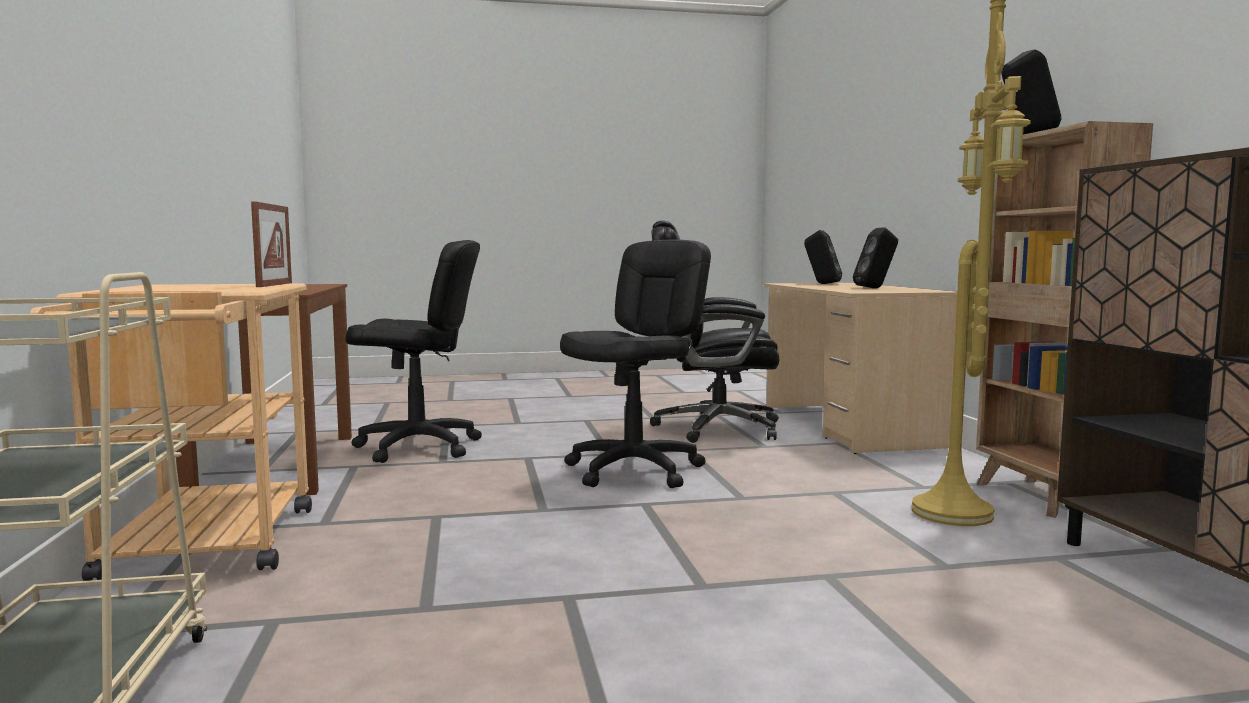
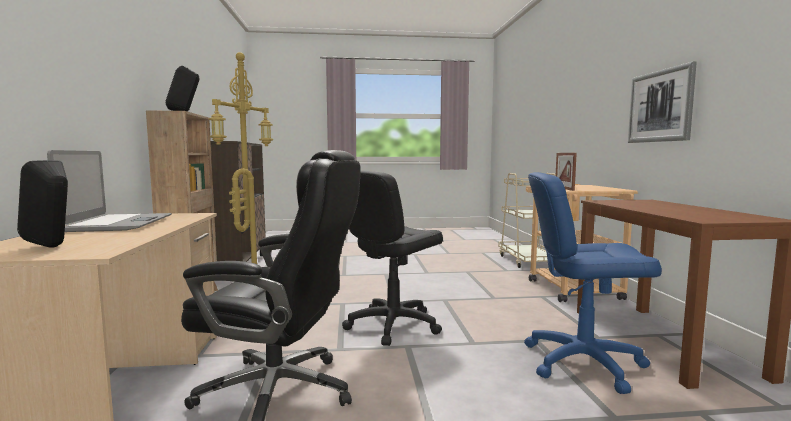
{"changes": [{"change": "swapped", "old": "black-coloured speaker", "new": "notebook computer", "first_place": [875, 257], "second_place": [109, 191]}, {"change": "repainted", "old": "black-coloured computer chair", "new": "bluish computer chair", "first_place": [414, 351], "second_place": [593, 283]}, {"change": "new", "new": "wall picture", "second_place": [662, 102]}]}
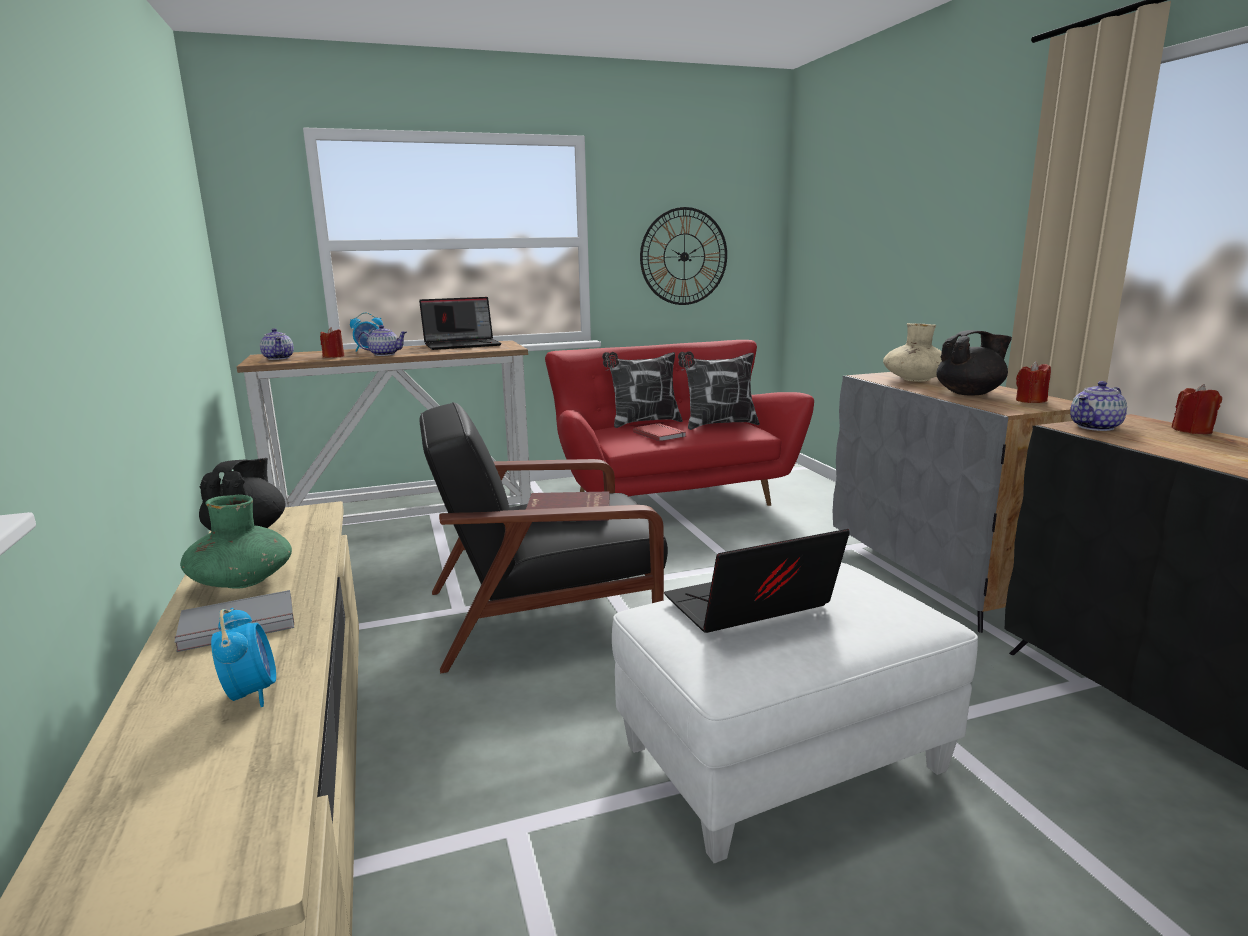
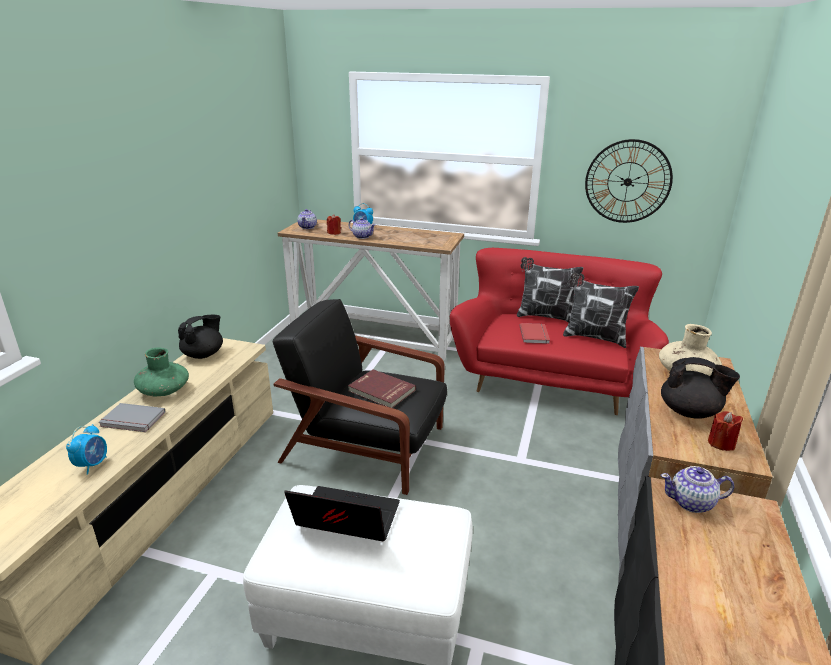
{"changes": [{"change": "gone", "old": "notebook computer", "first_place": [460, 323]}, {"change": "gone", "old": "red-coloured wax light", "first_place": [1196, 409]}]}
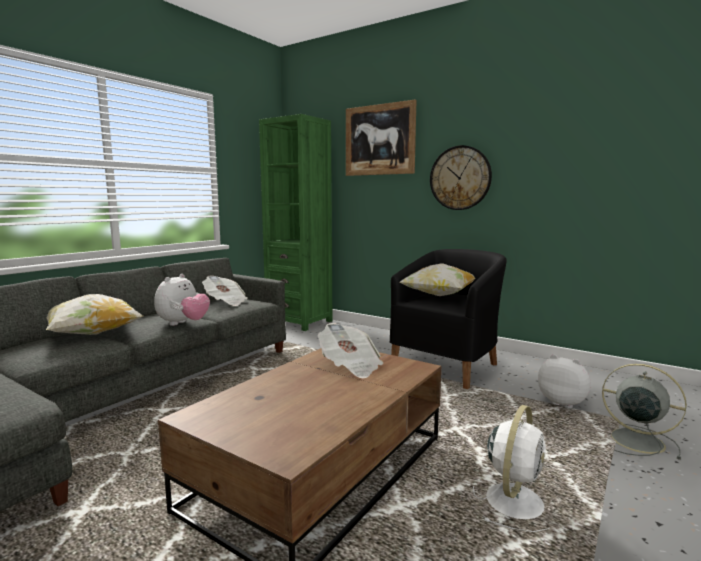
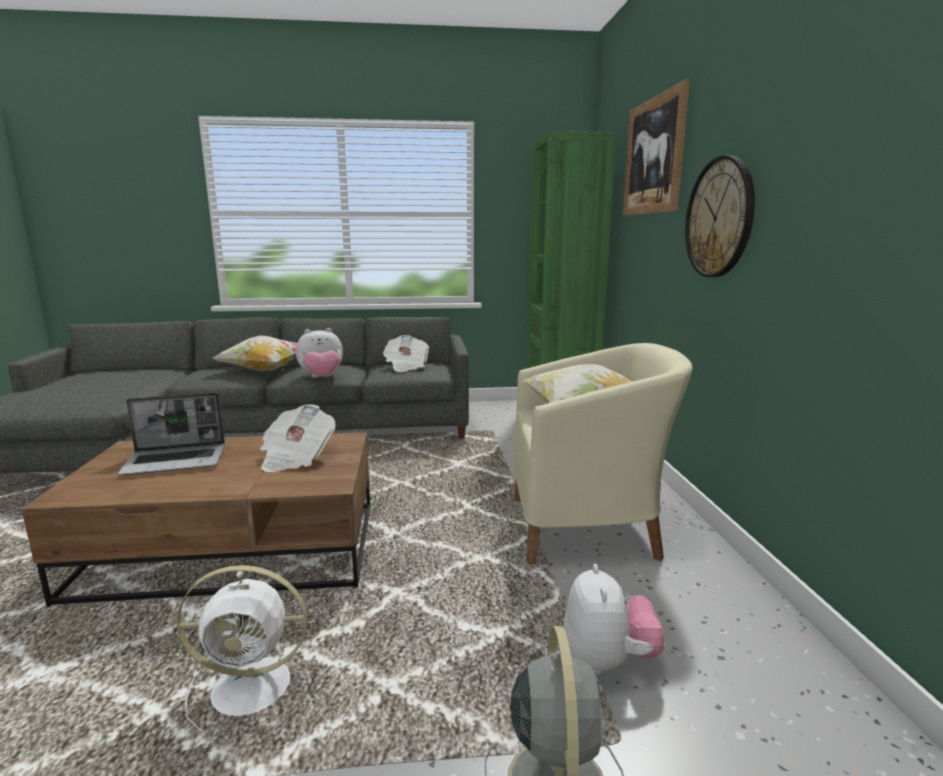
{"changes": [{"change": "repainted", "old": "black-coloured easy chair", "new": "beige easy chair", "first_place": [448, 319], "second_place": [603, 454]}, {"change": "new", "new": "notebook computer", "second_place": [171, 433]}]}
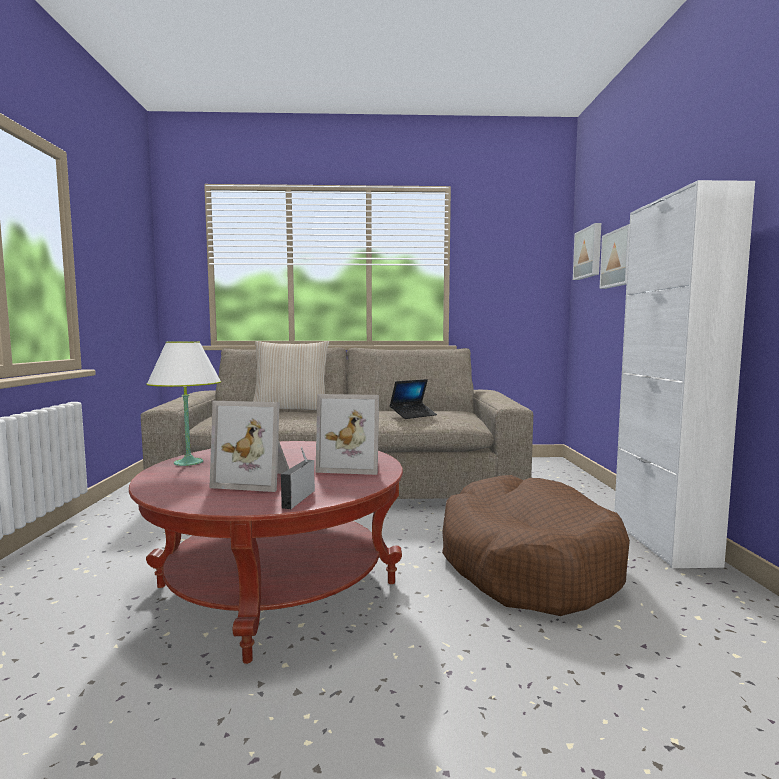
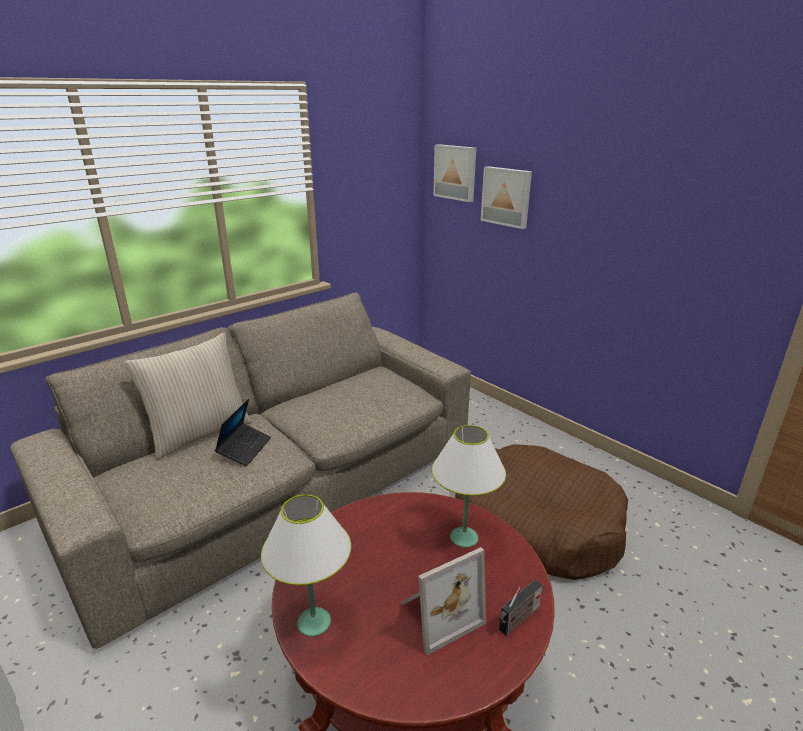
{"changes": [{"change": "gone", "old": "white-coloured cupboard", "first_place": [684, 374]}, {"change": "shifted", "old": "notebook computer", "first_place": [413, 399], "second_place": [243, 432]}, {"change": "swapped", "old": "standing frame", "new": "white-coloured table lamp", "first_place": [347, 434], "second_place": [469, 486]}, {"change": "rotated", "old": "radio set", "first_place": [298, 478], "second_place": [521, 608], "degrees": -105}]}
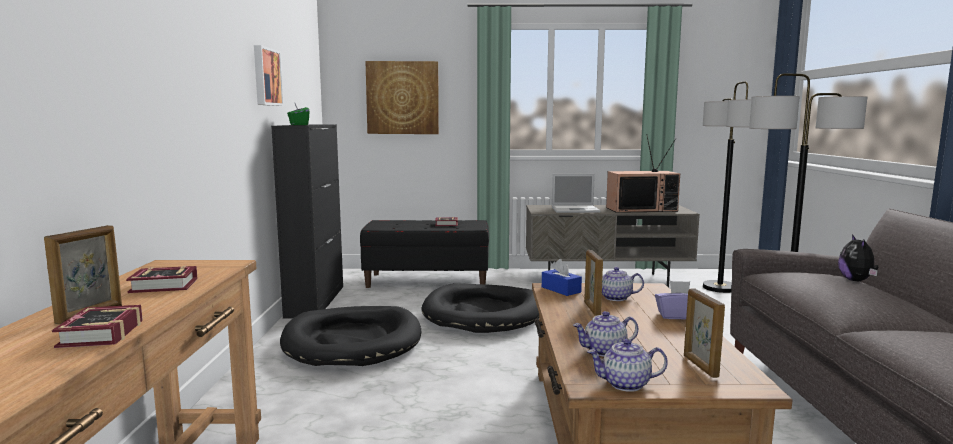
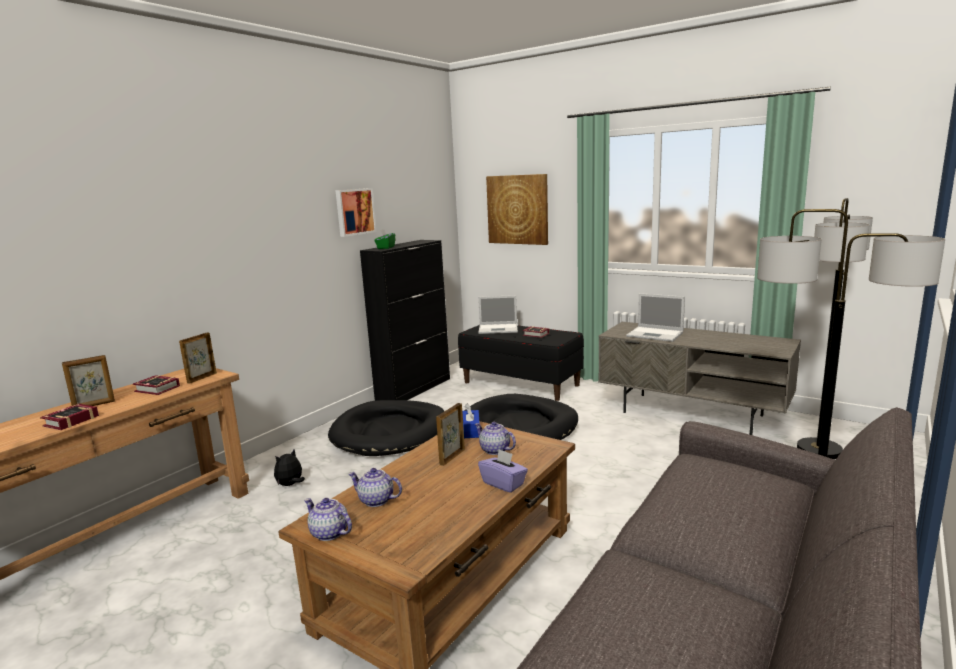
{"changes": [{"change": "gone", "old": "television", "first_place": [643, 173]}, {"change": "shifted", "old": "cuddly toy", "first_place": [858, 257], "second_place": [289, 467]}, {"change": "shifted", "old": "standing frame", "first_place": [704, 333], "second_place": [198, 358]}, {"change": "new", "new": "notebook computer", "second_place": [498, 314]}]}
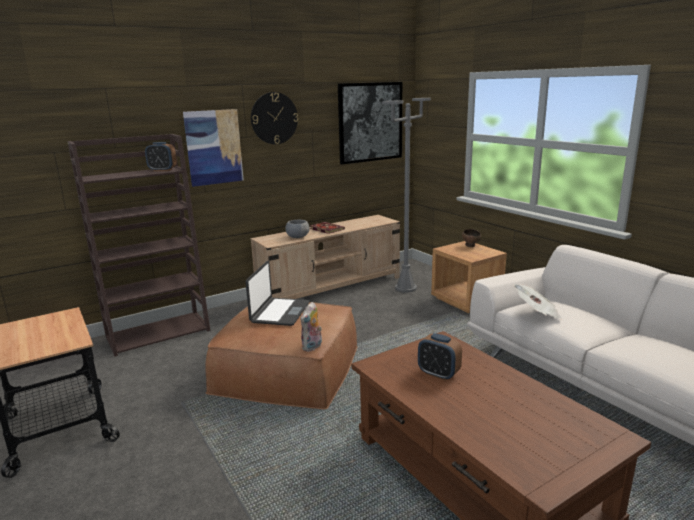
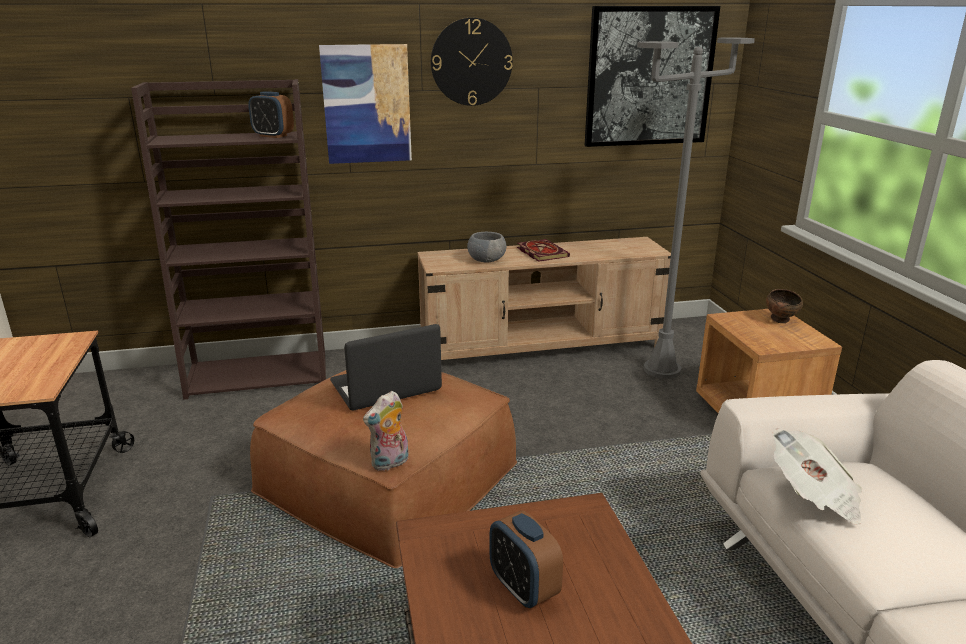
{"changes": [{"change": "rotated", "old": "notebook computer", "first_place": [278, 293], "second_place": [386, 367], "degrees": -150}]}
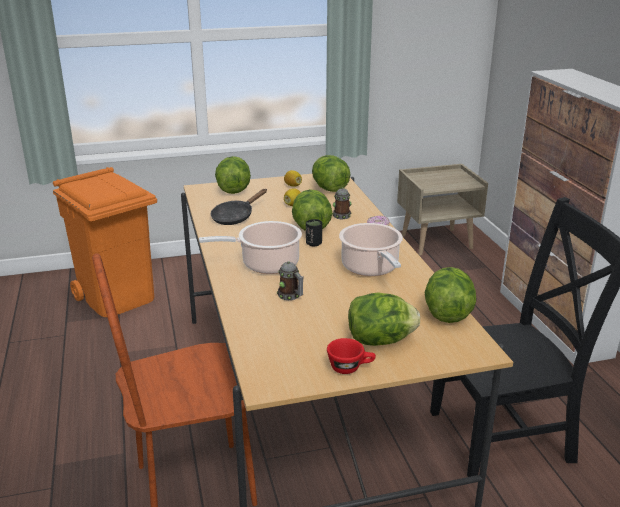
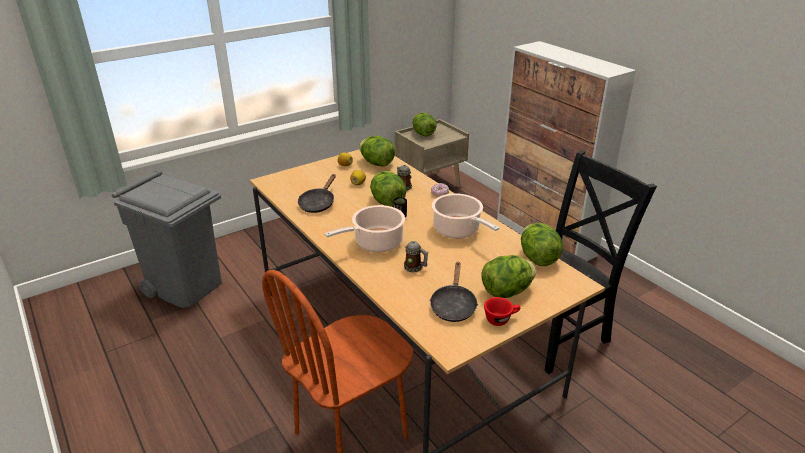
{"changes": [{"change": "shifted", "old": "lettuce", "first_place": [233, 175], "second_place": [425, 124]}, {"change": "repainted", "old": "orange-coloured waste bin", "new": "gray waste bin", "first_place": [105, 242], "second_place": [166, 239]}, {"change": "new", "new": "black-coloured pan", "second_place": [454, 292]}]}
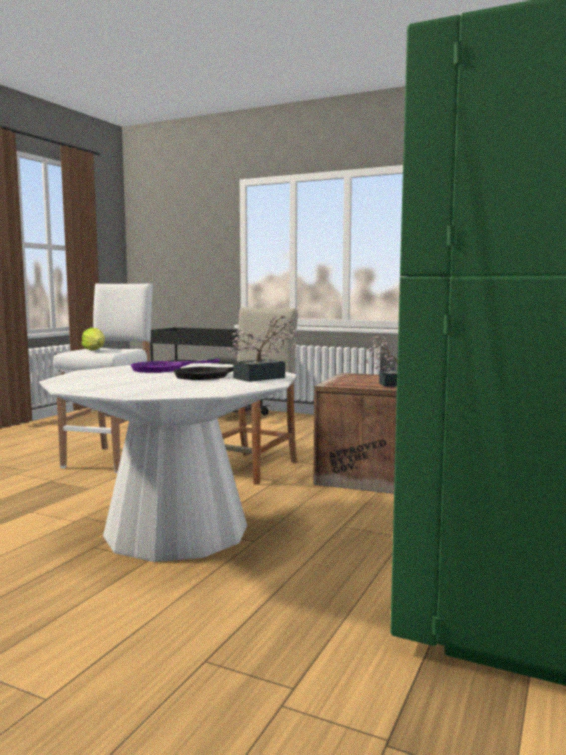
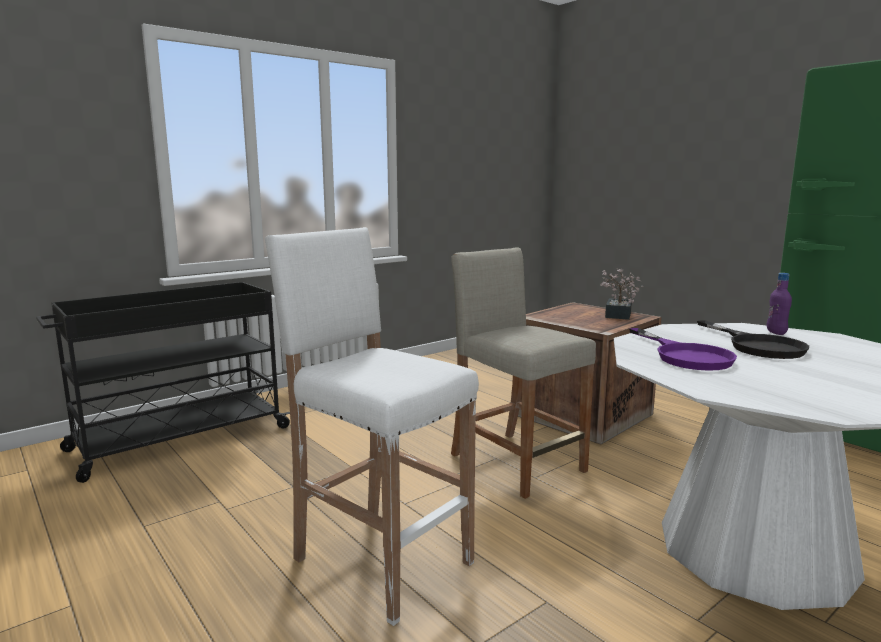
{"changes": [{"change": "swapped", "old": "potted plant", "new": "purplish beverage bottle", "first_place": [262, 348], "second_place": [779, 304]}, {"change": "gone", "old": "lettuce", "first_place": [93, 339]}]}
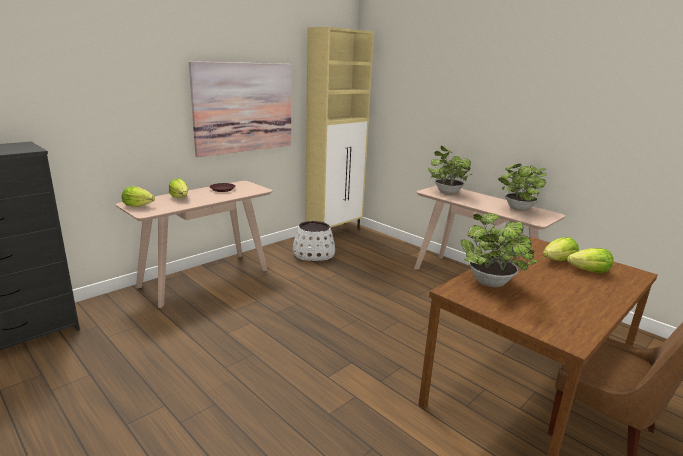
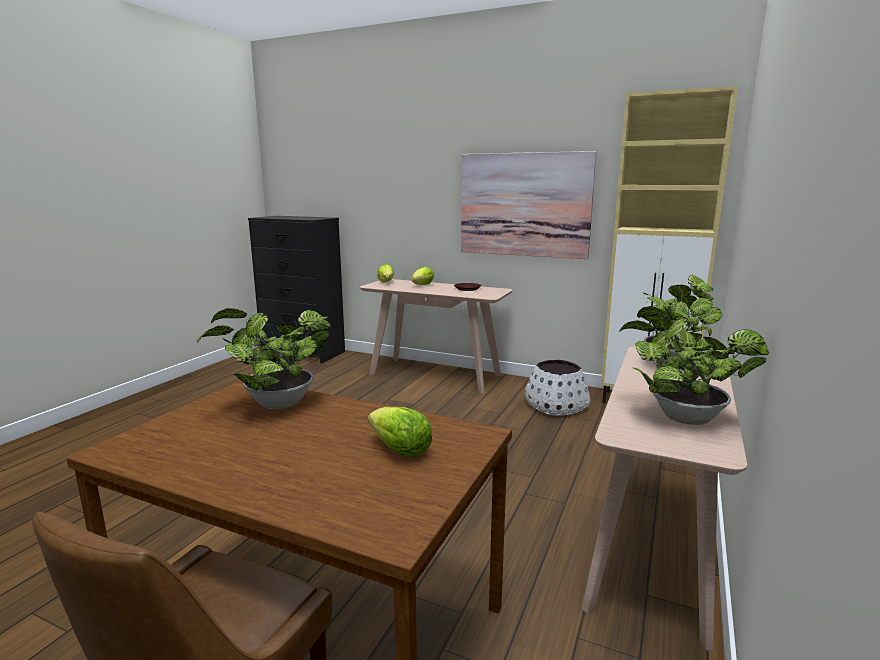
{"changes": [{"change": "gone", "old": "lettuce", "first_place": [590, 260]}]}
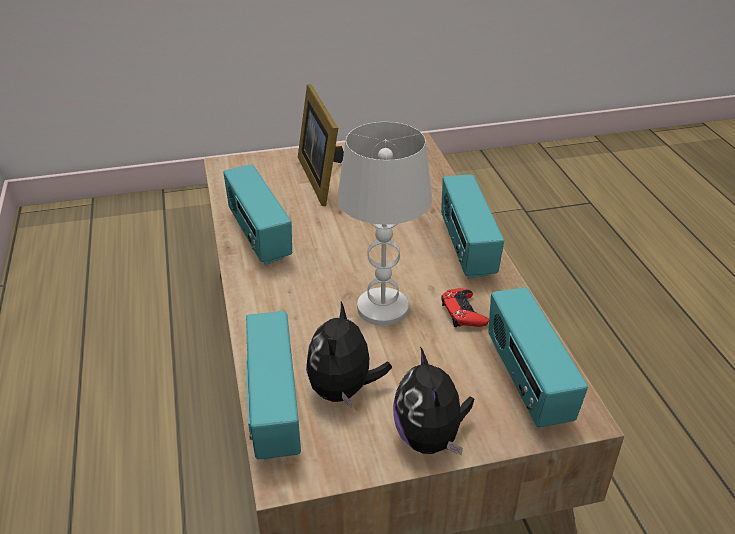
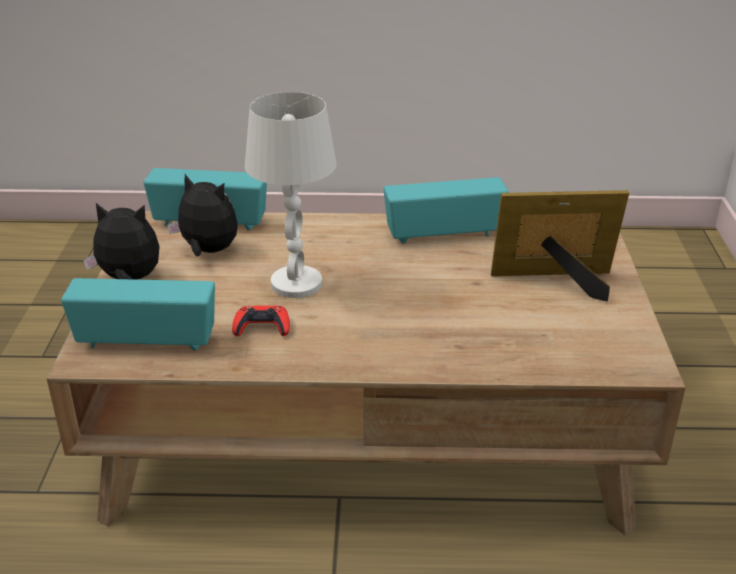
{"changes": [{"change": "gone", "old": "radio set", "first_place": [472, 226]}]}
